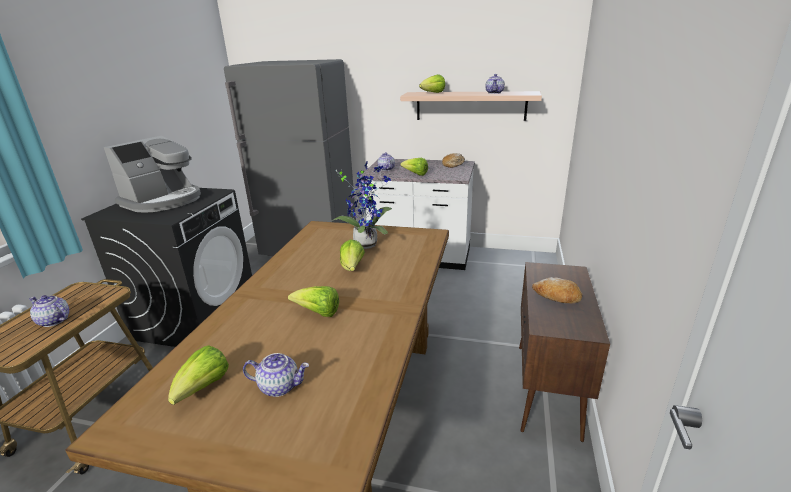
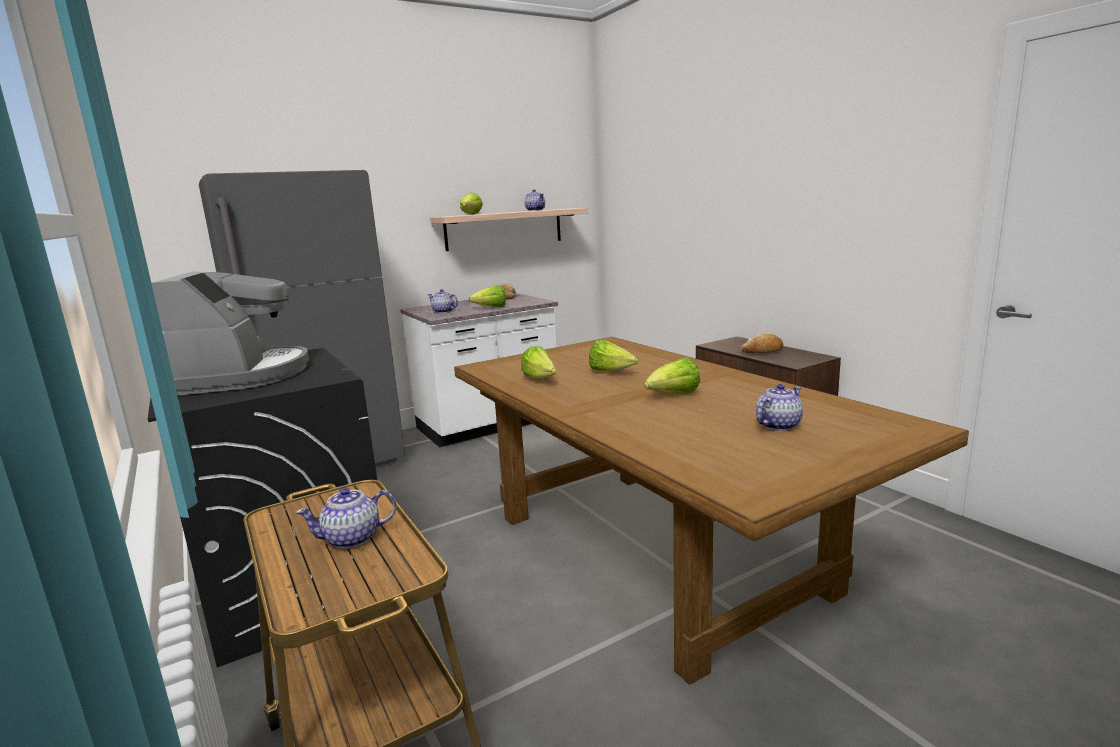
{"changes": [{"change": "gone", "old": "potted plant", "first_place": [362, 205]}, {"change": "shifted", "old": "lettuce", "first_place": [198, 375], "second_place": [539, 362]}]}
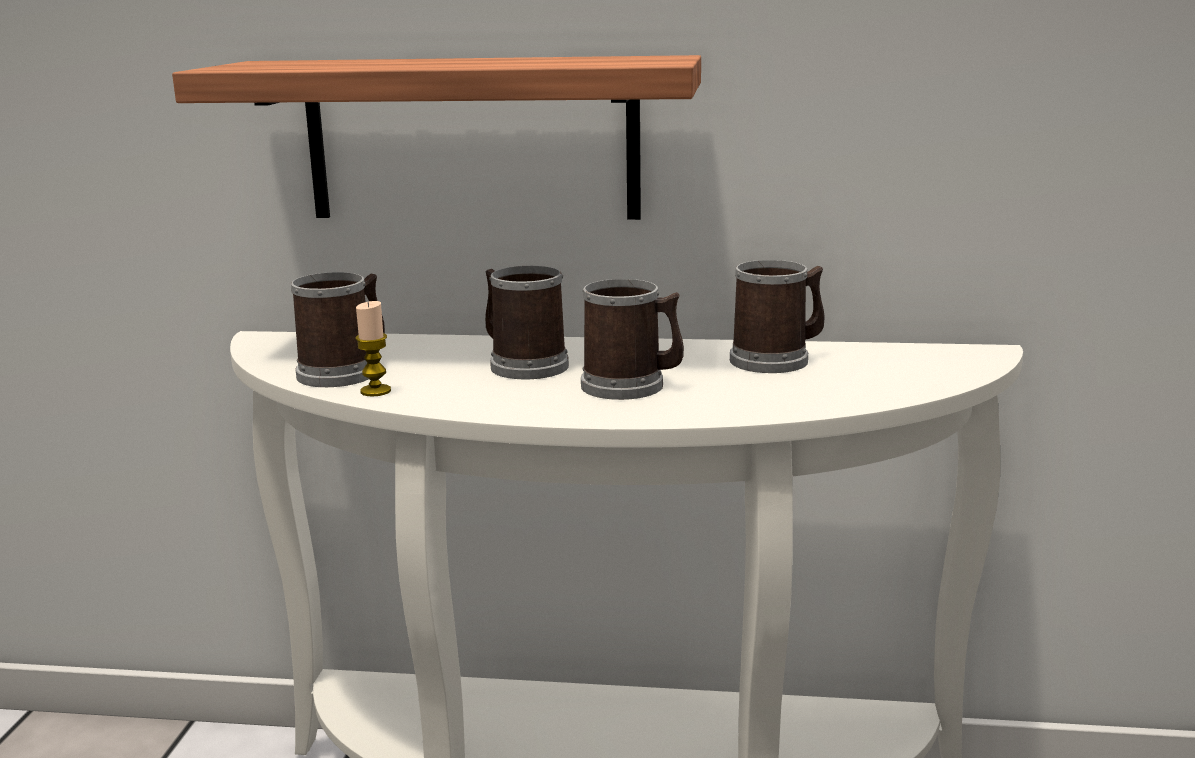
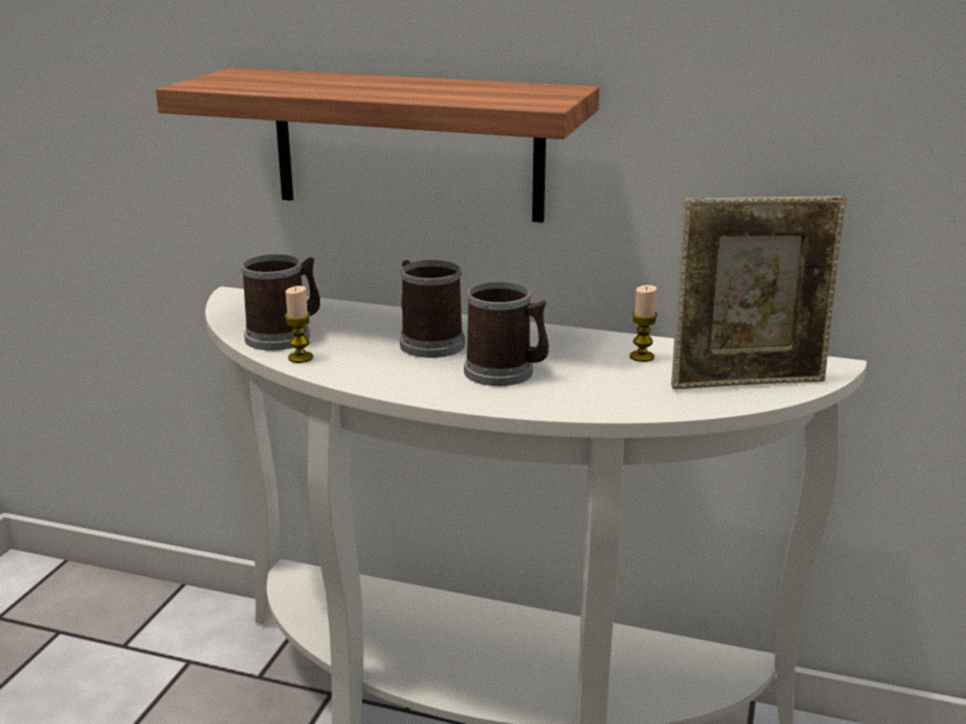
{"changes": [{"change": "swapped", "old": "coffee mug", "new": "wax light", "first_place": [777, 316], "second_place": [644, 323]}, {"change": "new", "new": "standing frame", "second_place": [758, 292]}]}
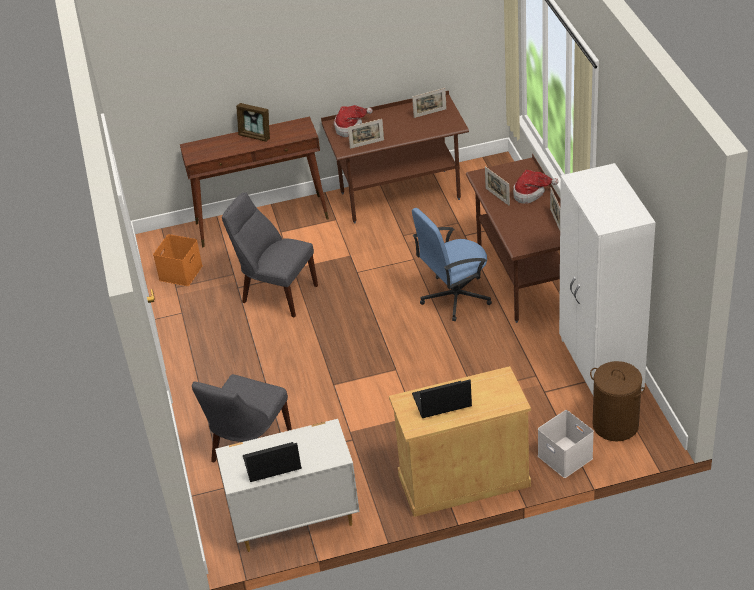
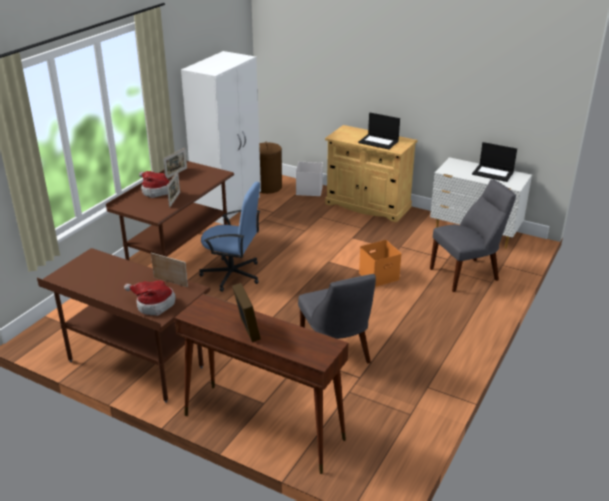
{"changes": [{"change": "gone", "old": "standing frame", "first_place": [429, 103]}, {"change": "shifted", "old": "orange-coloured storage container", "first_place": [178, 260], "second_place": [380, 263]}]}
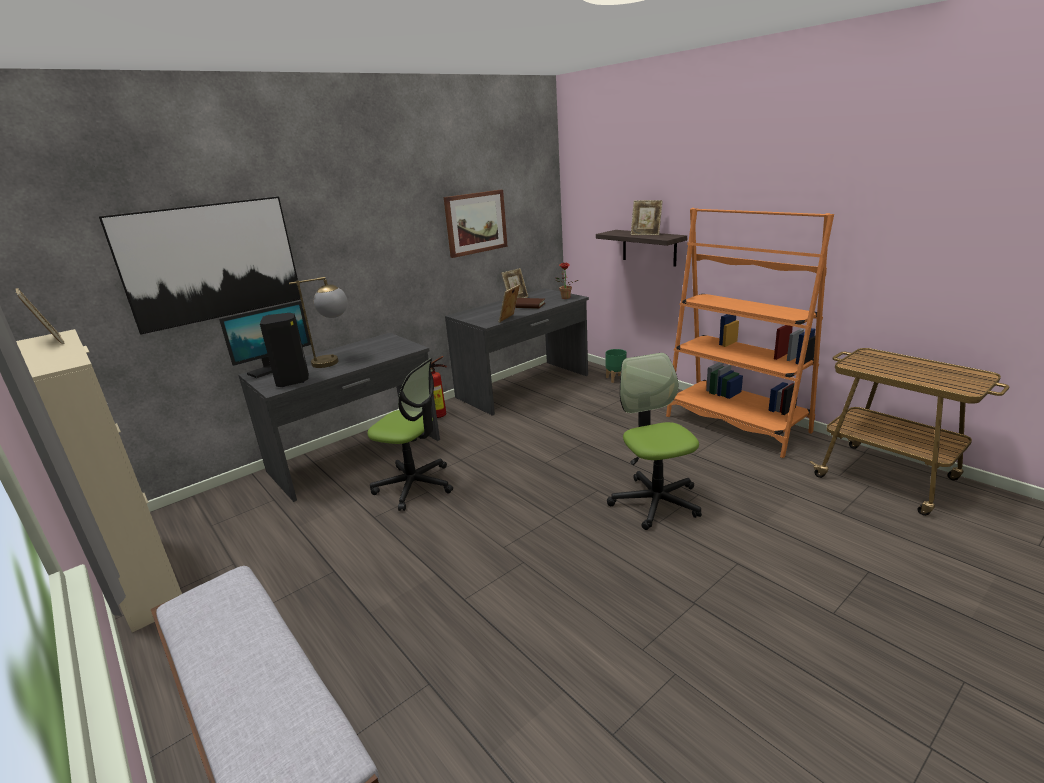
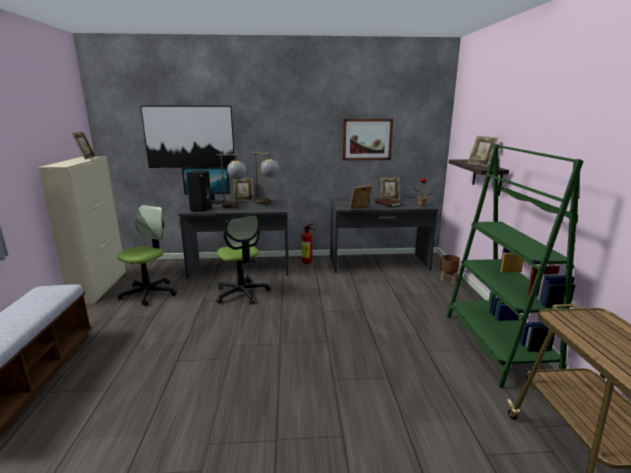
{"changes": [{"change": "repainted", "old": "orange-coloured shelving unit", "new": "greenish shelving unit", "first_place": [750, 333], "second_place": [515, 266]}, {"change": "repainted", "old": "greenish flower pot", "new": "brown flower pot", "first_place": [616, 366], "second_place": [450, 269]}, {"change": "shifted", "old": "computer chair", "first_place": [654, 441], "second_place": [147, 255]}, {"change": "new", "new": "table lamp", "second_place": [265, 178]}, {"change": "new", "new": "standing frame", "second_place": [243, 189]}]}
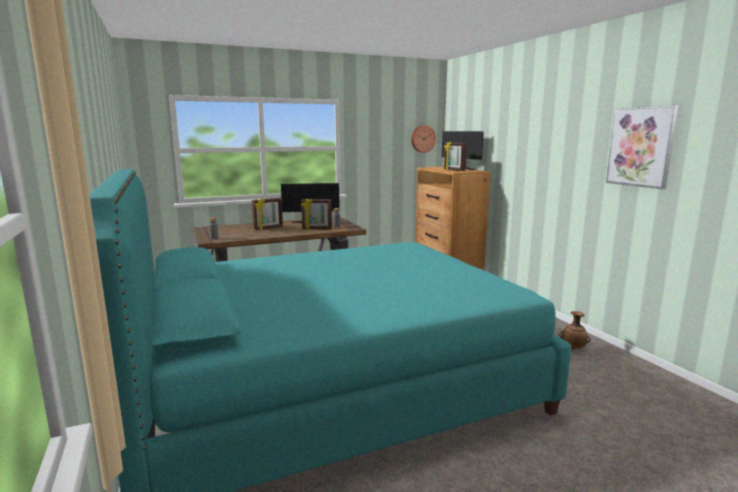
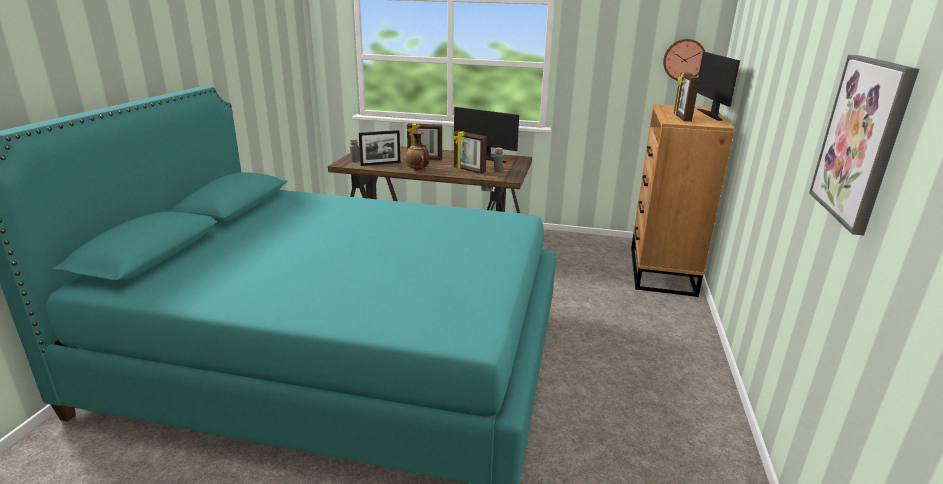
{"changes": [{"change": "shifted", "old": "flower vase", "first_place": [575, 330], "second_place": [418, 151]}, {"change": "new", "new": "standing frame", "second_place": [379, 148]}]}
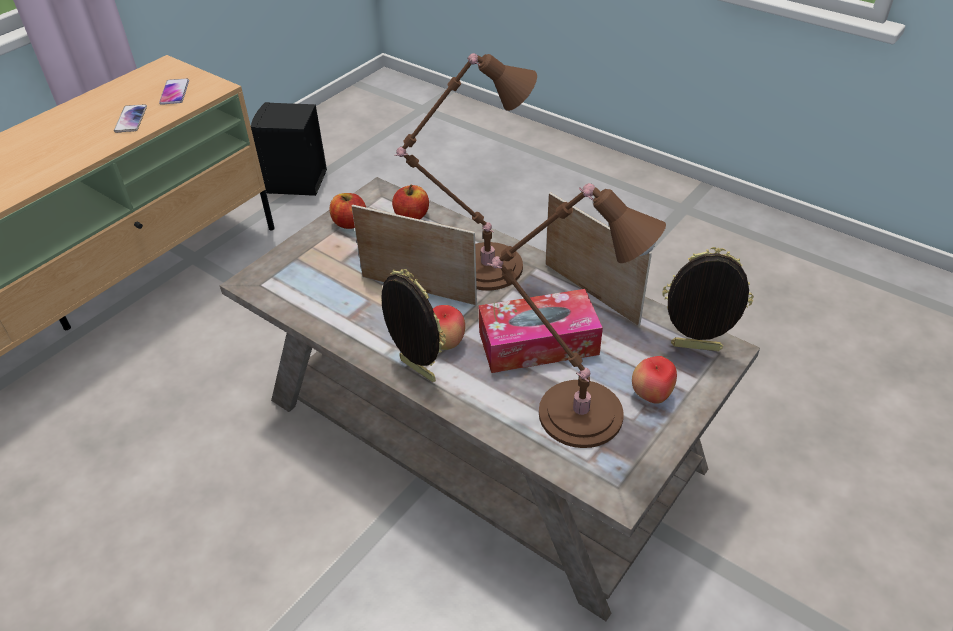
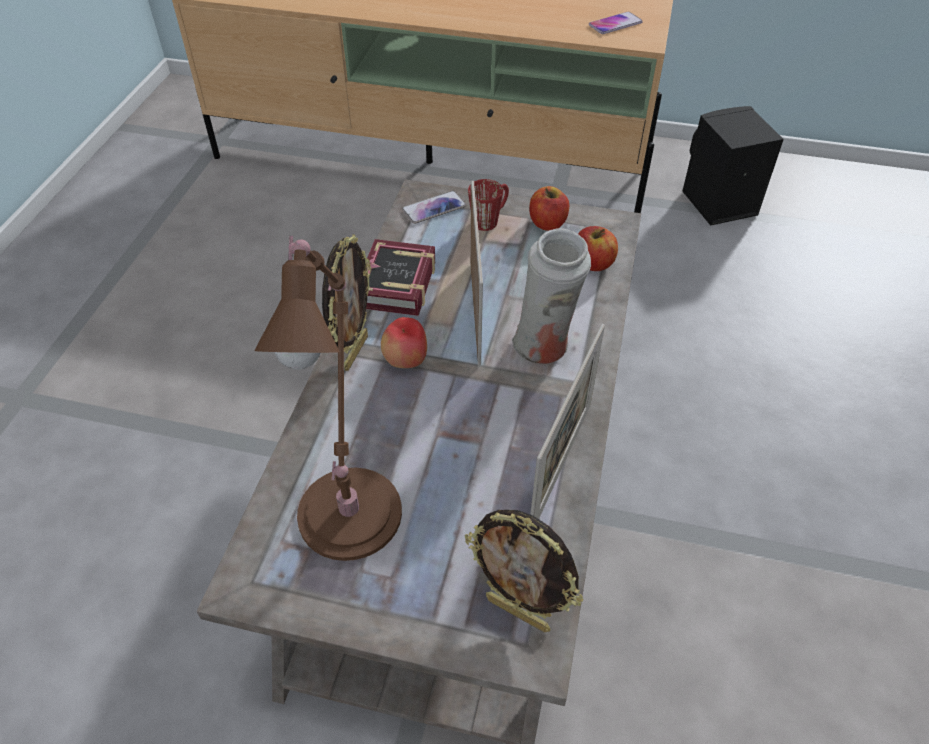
{"changes": [{"change": "swapped", "old": "brown table lamp", "new": "white-coloured flower vase", "first_place": [465, 172], "second_place": [551, 296]}, {"change": "shifted", "old": "phone", "first_place": [130, 118], "second_place": [434, 207]}, {"change": "rotated", "old": "standing frame", "first_place": [708, 299], "second_place": [524, 571], "degrees": 135}, {"change": "gone", "old": "tissue holder", "first_place": [541, 331]}, {"change": "gone", "old": "whole apple", "first_place": [654, 380]}, {"change": "new", "new": "red-coloured coffee mug", "second_place": [488, 205]}, {"change": "new", "new": "volume", "second_place": [400, 277]}]}
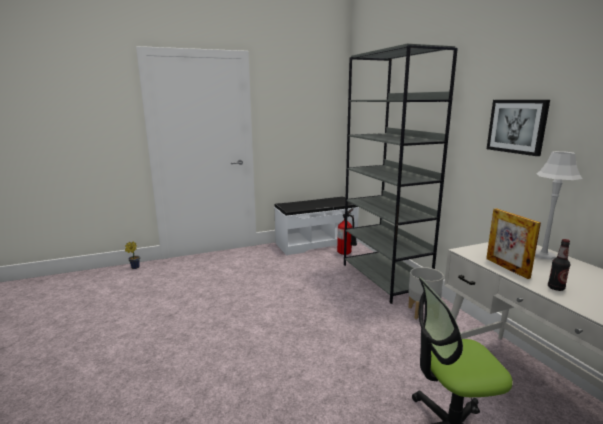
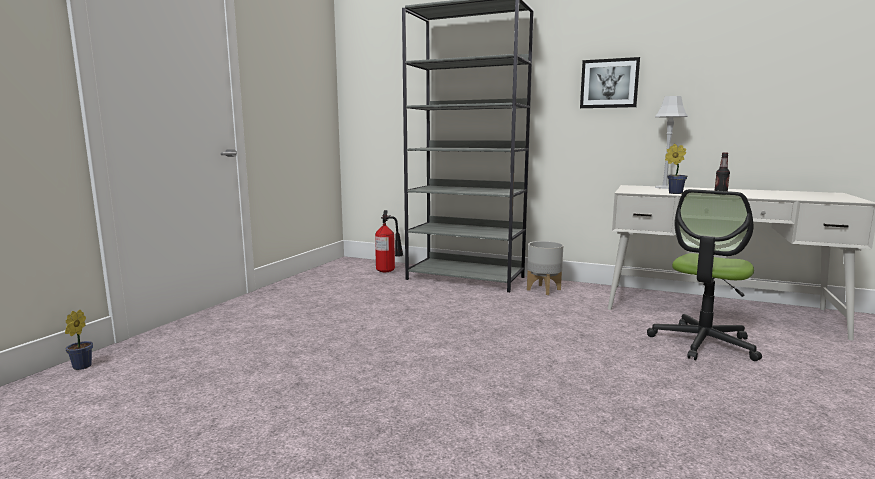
{"changes": [{"change": "gone", "old": "white-coloured long seat", "first_place": [316, 225]}, {"change": "swapped", "old": "standing frame", "new": "potted plant", "first_place": [513, 243], "second_place": [676, 169]}]}
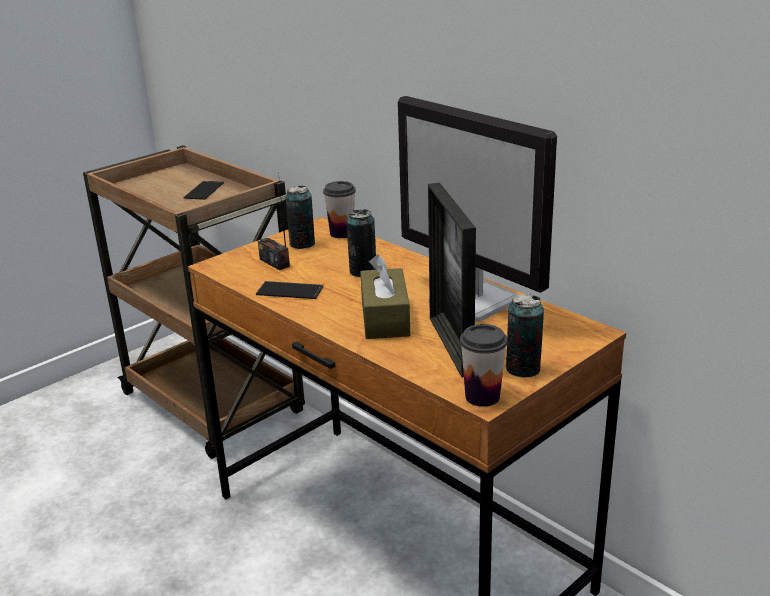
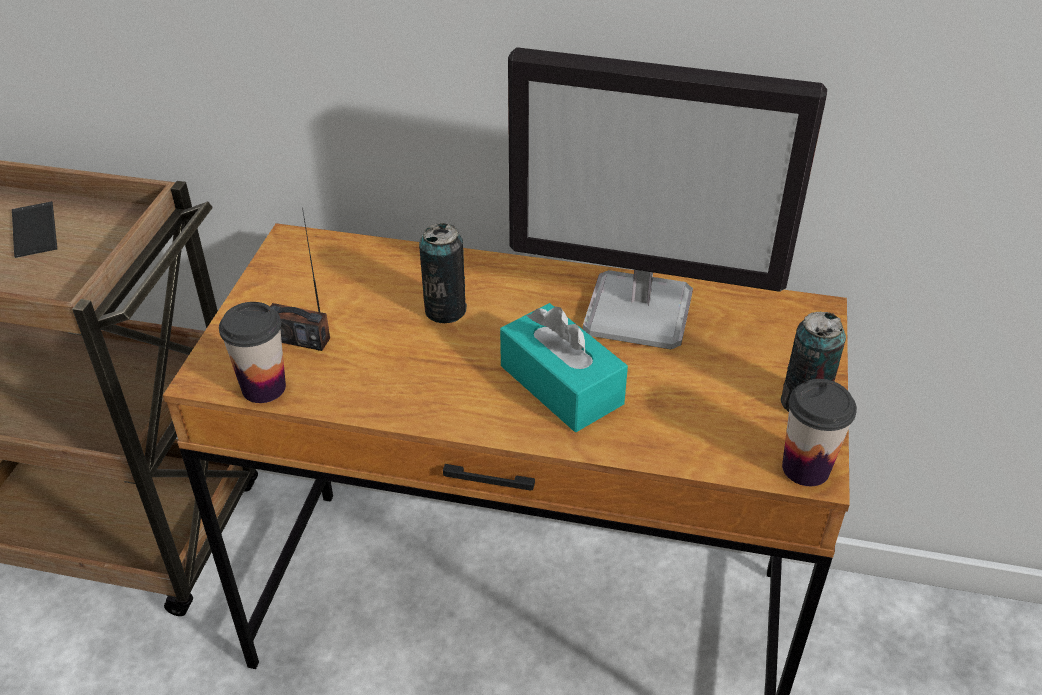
{"changes": [{"change": "shifted", "old": "cup", "first_place": [339, 209], "second_place": [252, 352]}, {"change": "gone", "old": "standing frame", "first_place": [452, 280]}, {"change": "gone", "old": "metal can", "first_place": [300, 217]}, {"change": "repainted", "old": "brown tissue holder", "new": "turquoise-coloured tissue holder", "first_place": [385, 296], "second_place": [564, 367]}, {"change": "gone", "old": "phone", "first_place": [290, 290]}]}
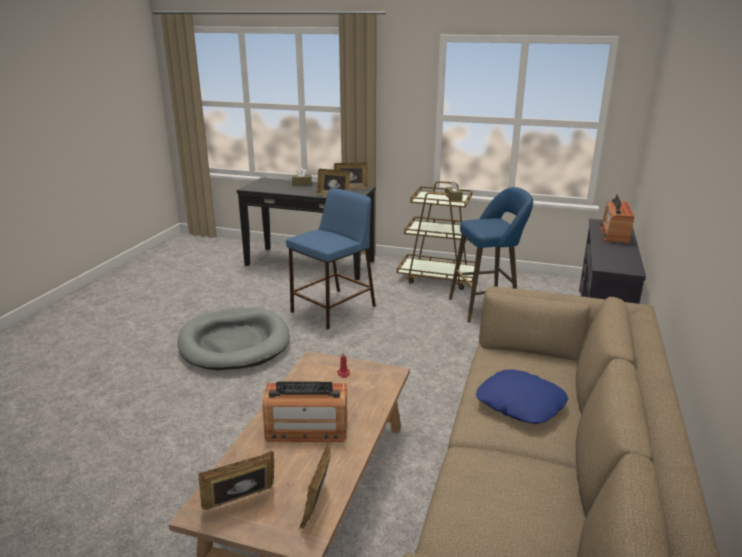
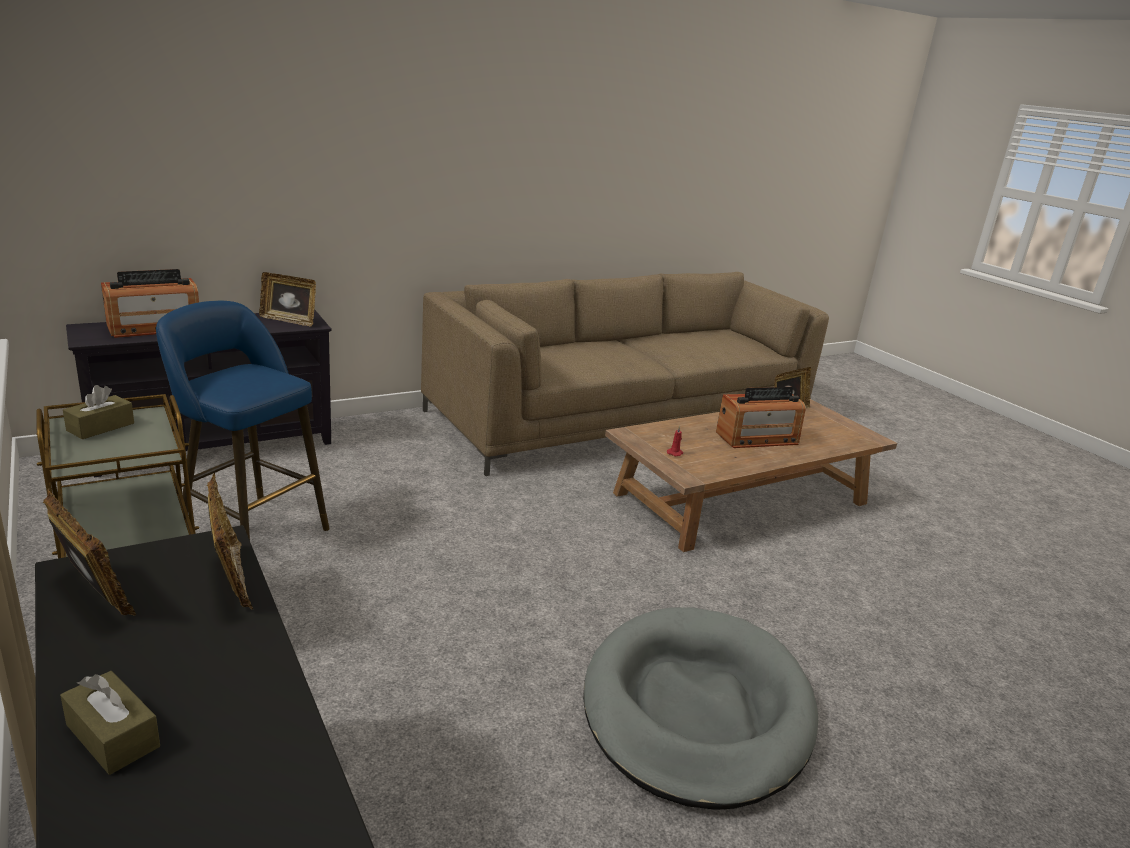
{"changes": [{"change": "gone", "old": "bluish sitting stool", "first_place": [331, 259]}, {"change": "gone", "old": "bluish throw pillow", "first_place": [522, 397]}, {"change": "rotated", "old": "radio set", "first_place": [304, 411], "second_place": [761, 417], "degrees": 120}, {"change": "shifted", "old": "standing frame", "first_place": [236, 480], "second_place": [287, 299]}]}
